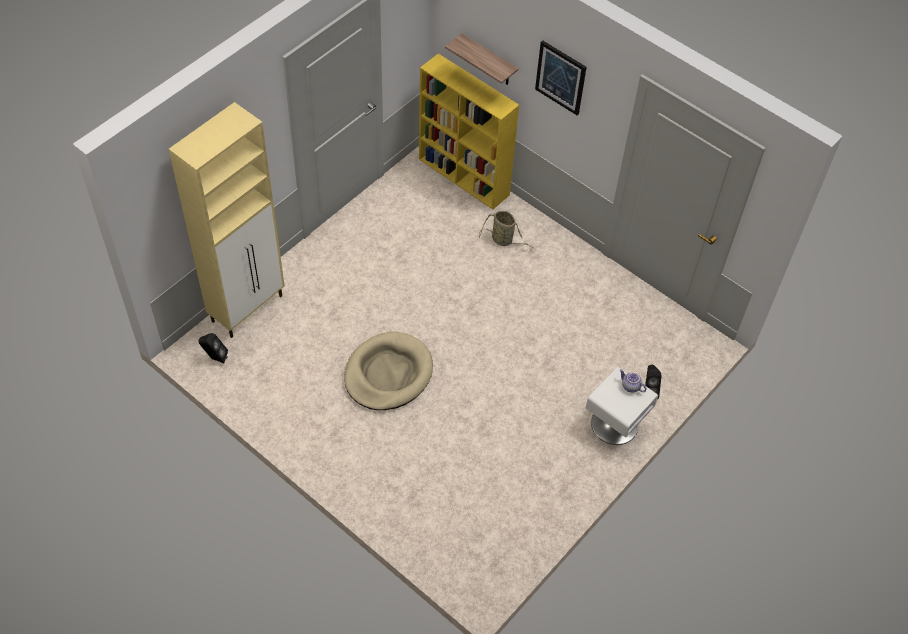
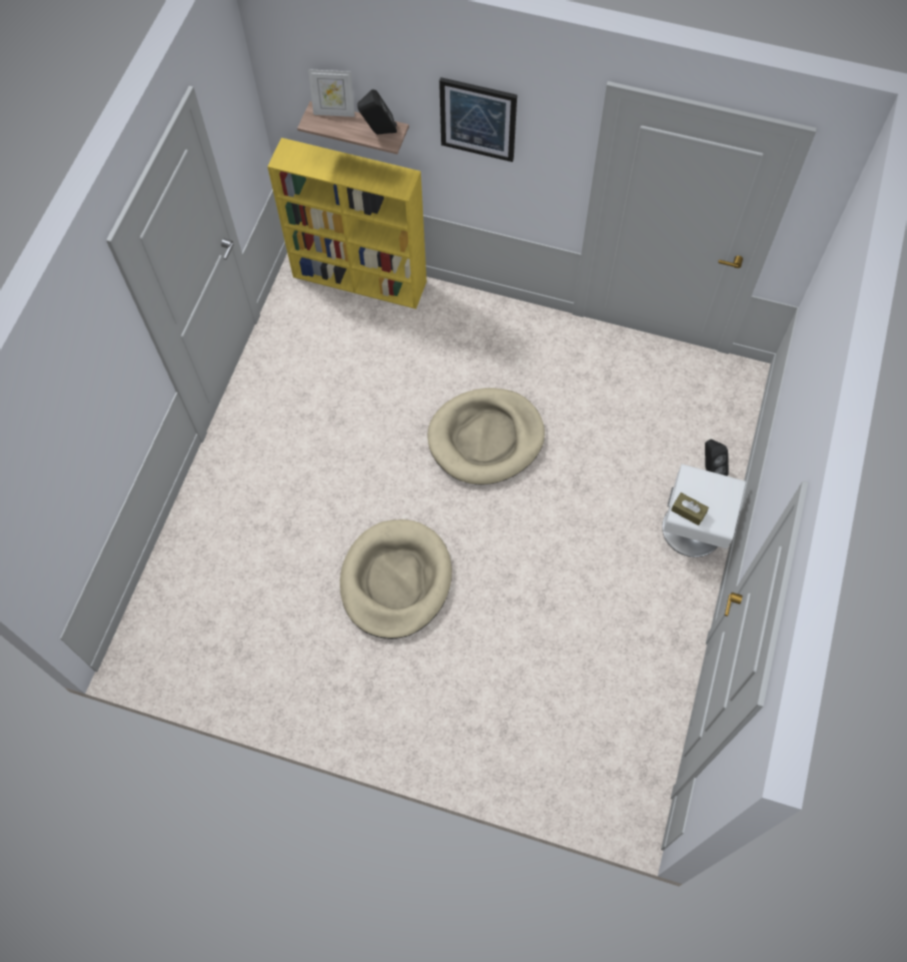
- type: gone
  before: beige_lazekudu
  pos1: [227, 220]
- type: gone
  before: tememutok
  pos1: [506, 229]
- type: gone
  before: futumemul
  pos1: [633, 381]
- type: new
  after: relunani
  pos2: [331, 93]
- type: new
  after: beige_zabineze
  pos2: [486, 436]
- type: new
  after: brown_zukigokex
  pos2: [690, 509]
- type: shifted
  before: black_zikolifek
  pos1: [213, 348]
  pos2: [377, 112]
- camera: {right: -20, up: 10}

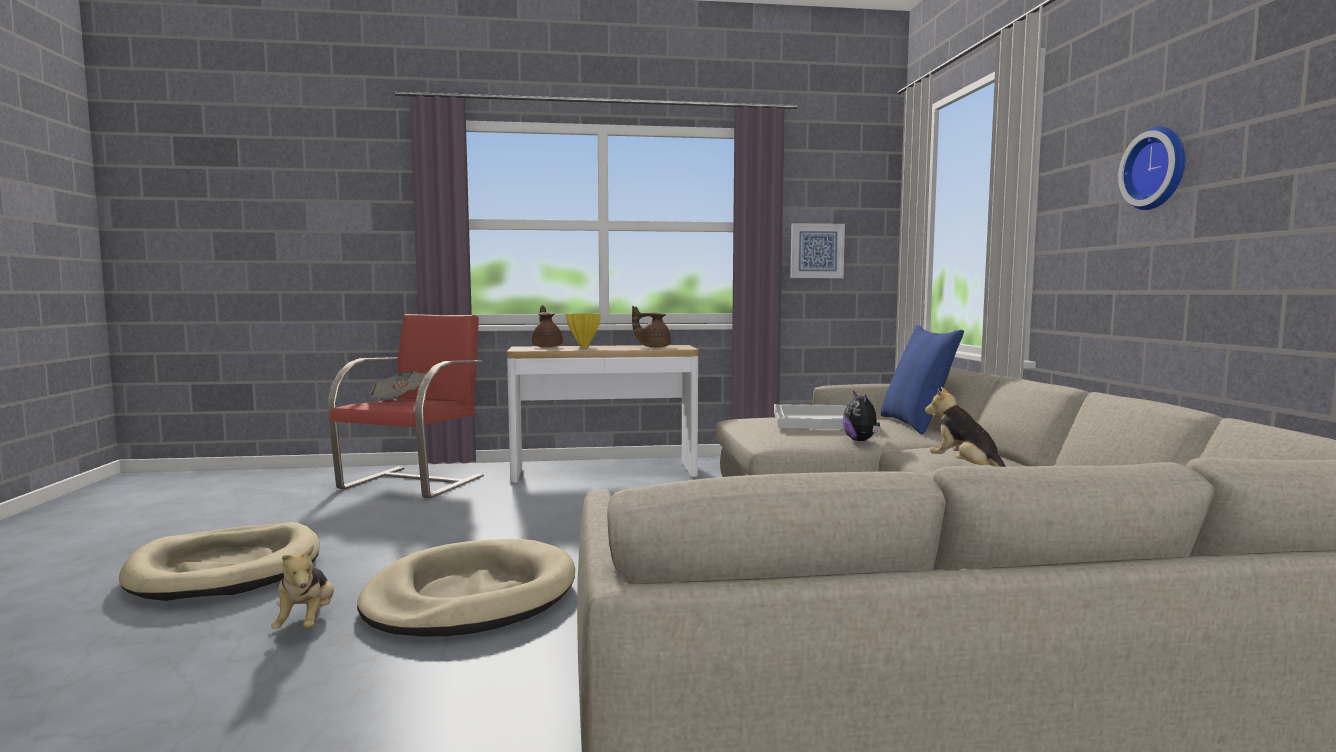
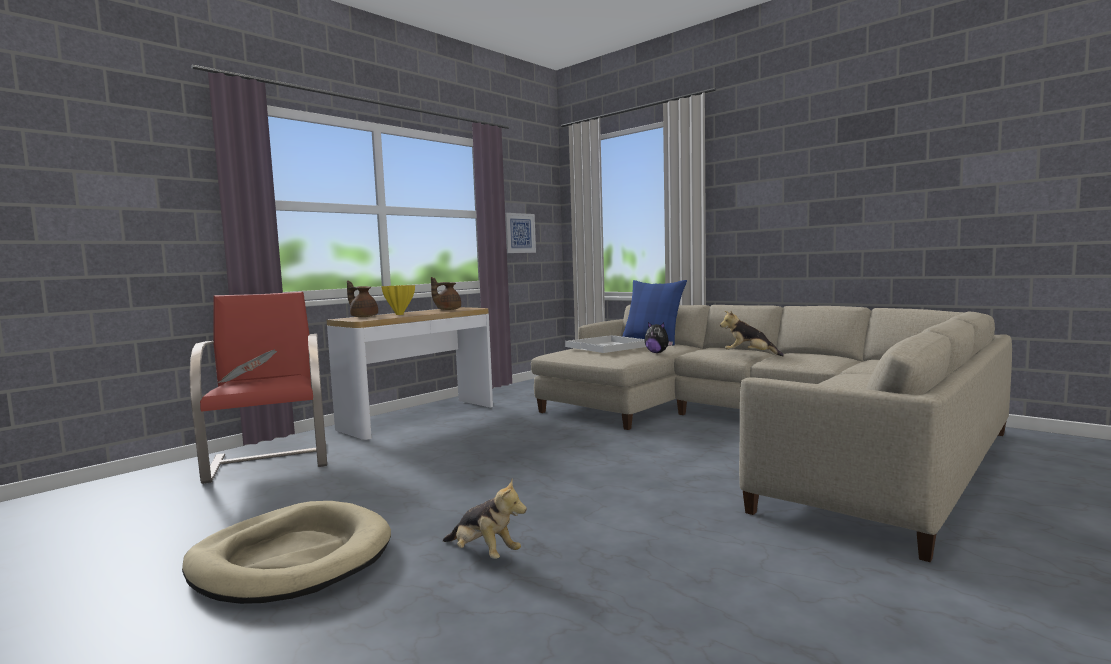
- type: gone
  before: beige_zabineze
  pos1: [466, 588]
- type: gone
  before: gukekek
  pos1: [1151, 168]
- camera: {right: -40, up: 0}

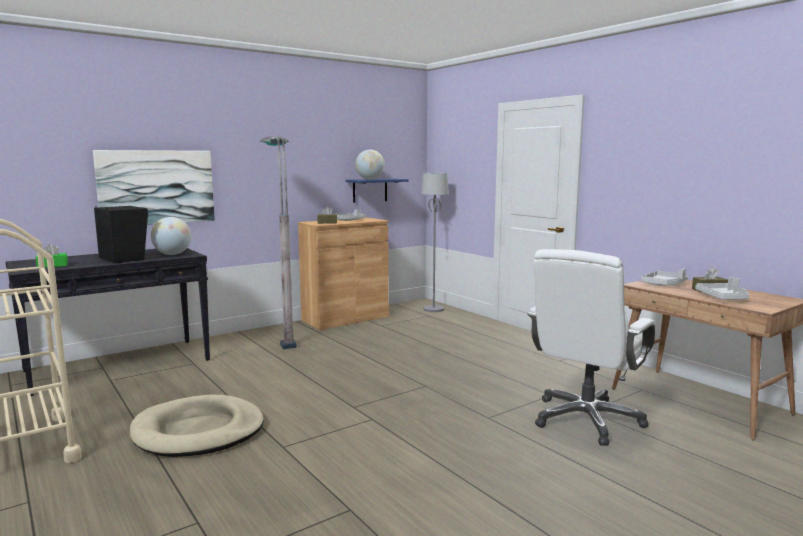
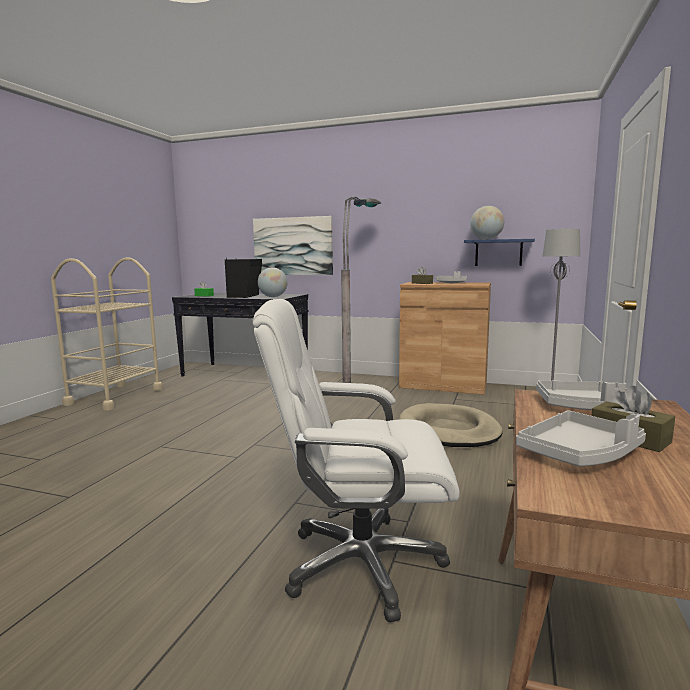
- type: shifted
  before: beige_zabineze
  pos1: [197, 425]
  pos2: [451, 425]
- camera: {right: 55, up: 0}

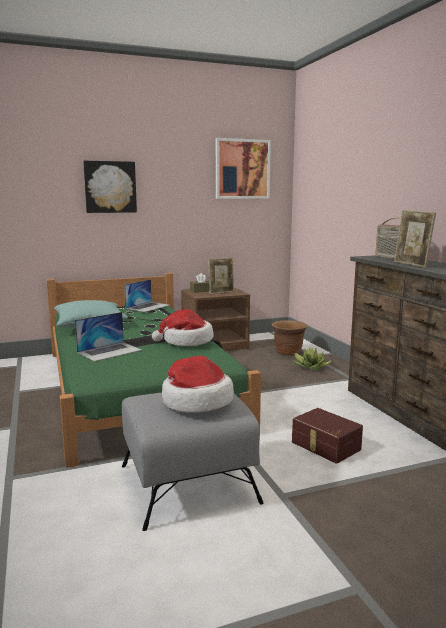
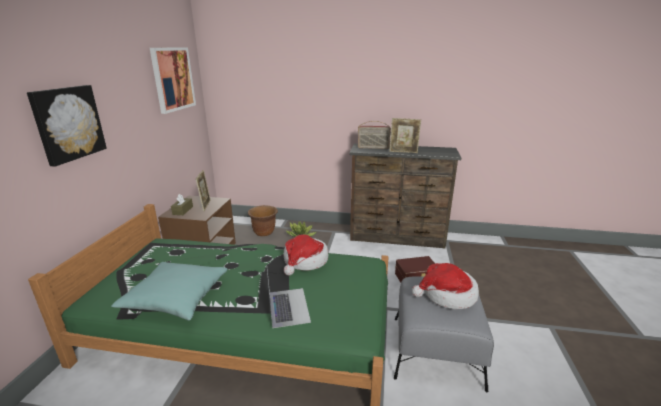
- type: gone
  before: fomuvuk
  pos1: [146, 295]
- camera: {right: -60, up: 10}

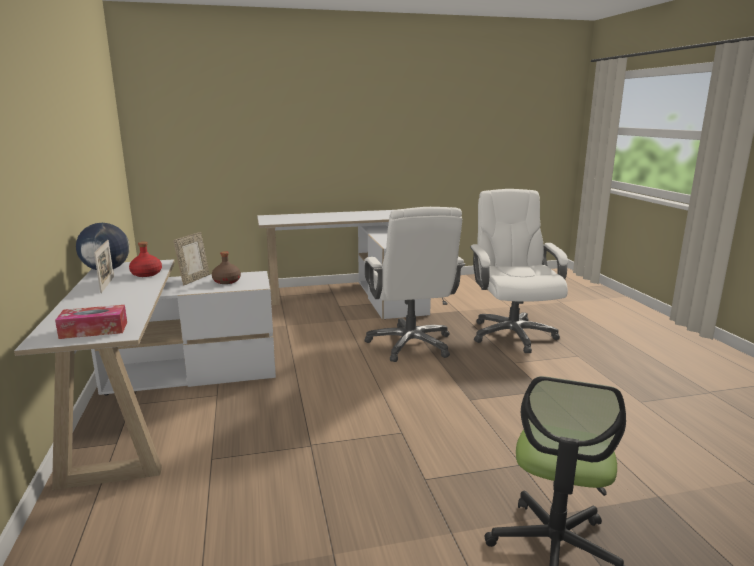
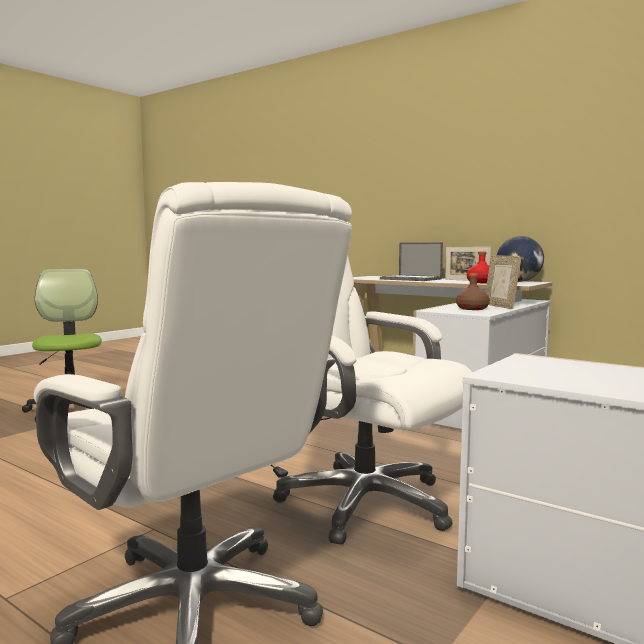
- type: gone
  before: zukigokex
  pos1: [91, 322]
- type: new
  after: fomuvuk
  pos2: [411, 261]
- camera: {right: 140, up: -10}

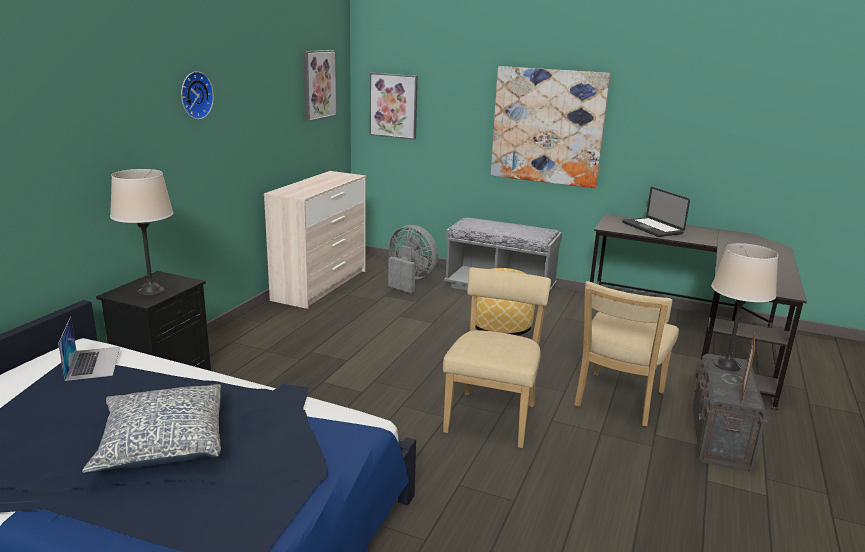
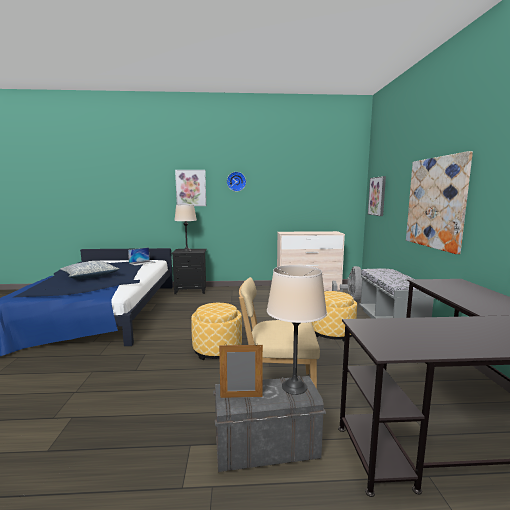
- type: gone
  before: fomuvuk
  pos1: [656, 212]
- type: shifted
  before: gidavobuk
  pos1: [320, 86]
  pos2: [190, 188]
- type: swapped
  before: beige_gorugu
  after: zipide
  pos1: [497, 358]
  pos2: [216, 331]
- camera: {right: 65, up: -10}

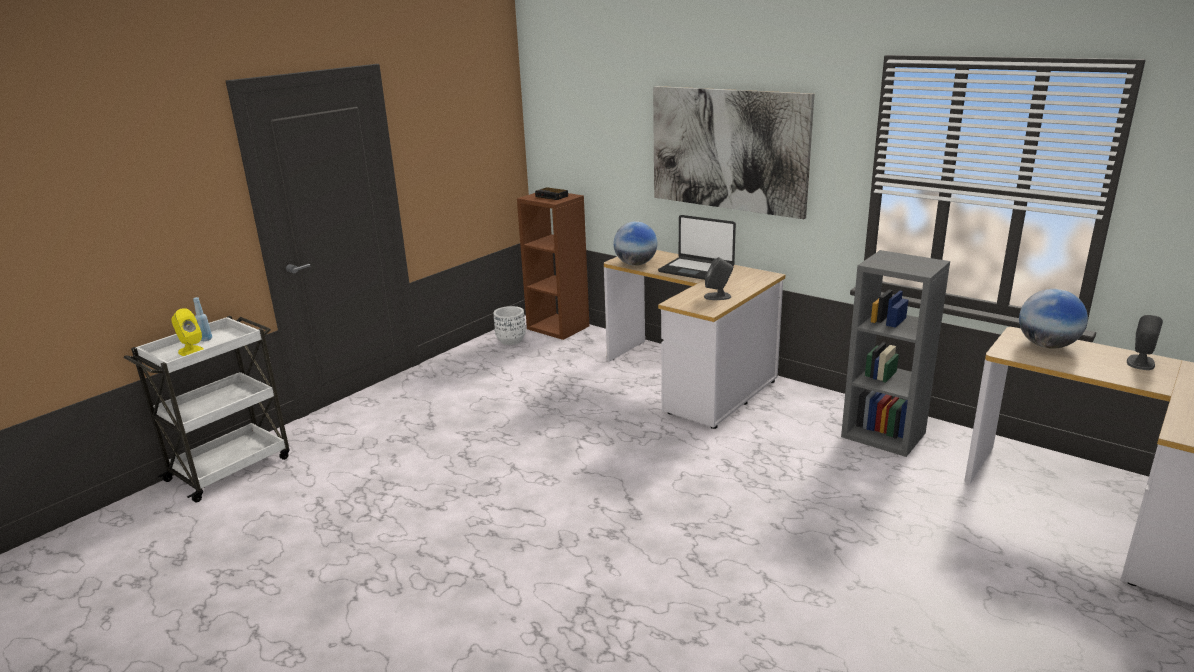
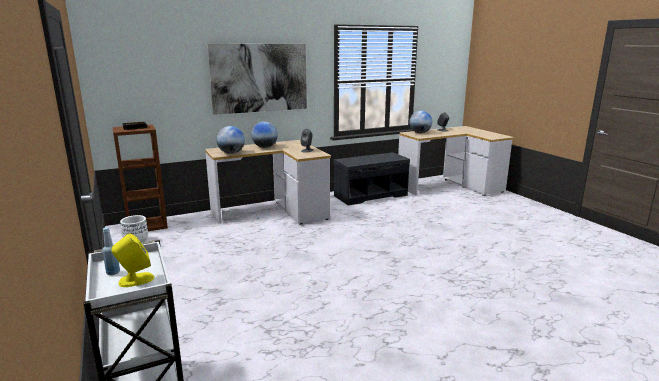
- type: swapped
  before: fomuvuk
  after: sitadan
  pos1: [697, 247]
  pos2: [264, 135]
- type: swapped
  before: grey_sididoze
  after: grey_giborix
  pos1: [895, 353]
  pos2: [372, 179]
- camera: {right: -65, up: -5}

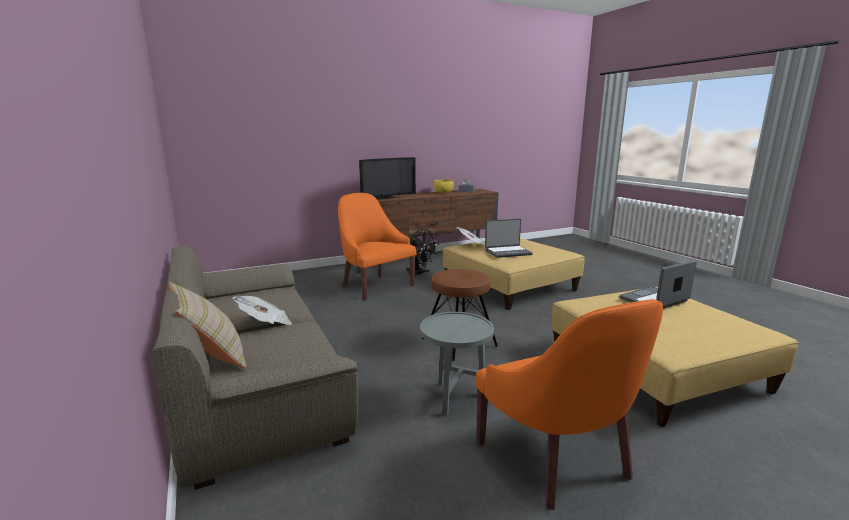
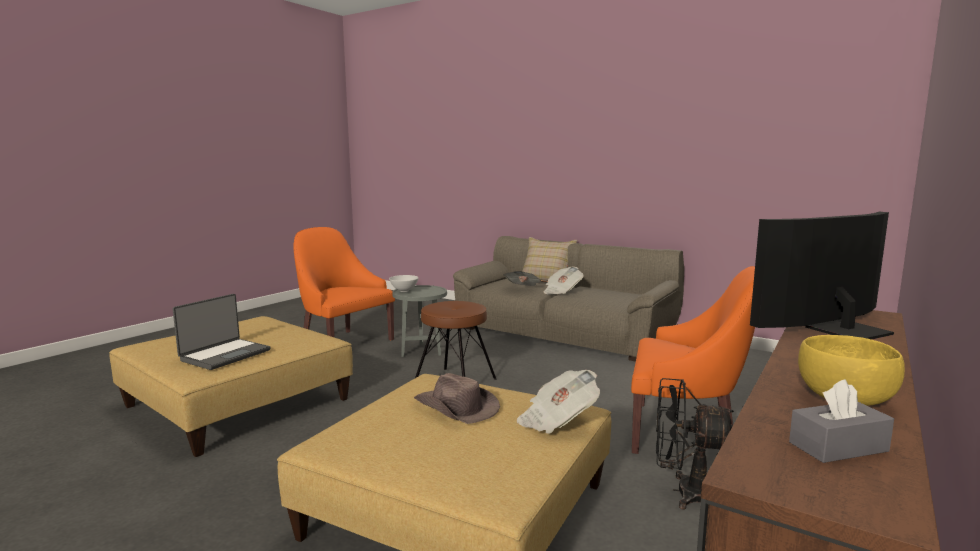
- type: new
  after: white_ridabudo
  pos2: [404, 283]
- type: new
  after: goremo
  pos2: [522, 278]
- type: swapped
  before: fomuvuk
  after: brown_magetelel
  pos1: [509, 238]
  pos2: [457, 398]
- type: rotated
  before: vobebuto
  pos1: [387, 178]
  pos2: [822, 276]
  turn: 45
- camera: {right: 150, up: -5}

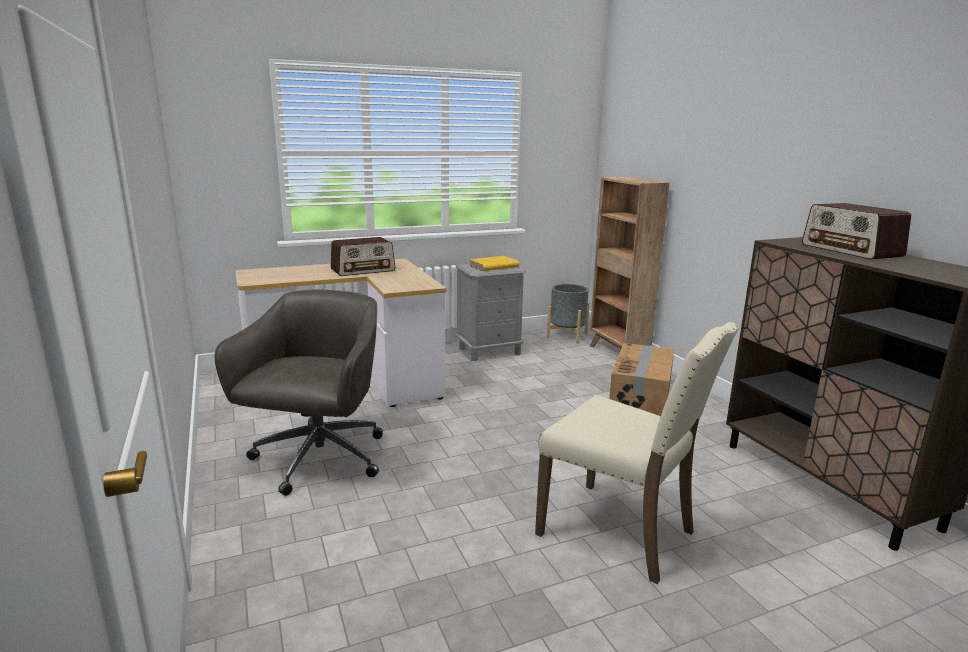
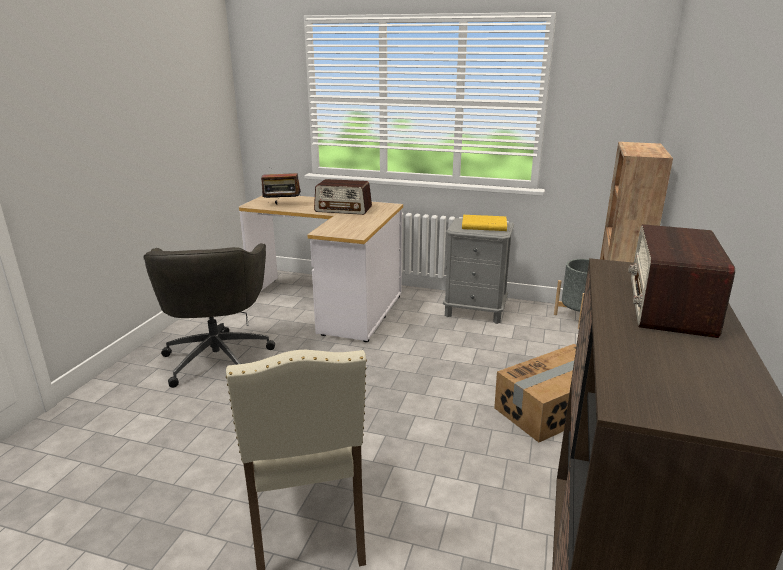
- type: new
  after: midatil
  pos2: [281, 185]
- type: rotated
  before: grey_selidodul
  pos1: [299, 393]
  pos2: [209, 315]
  turn: 120
- camera: {right: 40, up: 5}

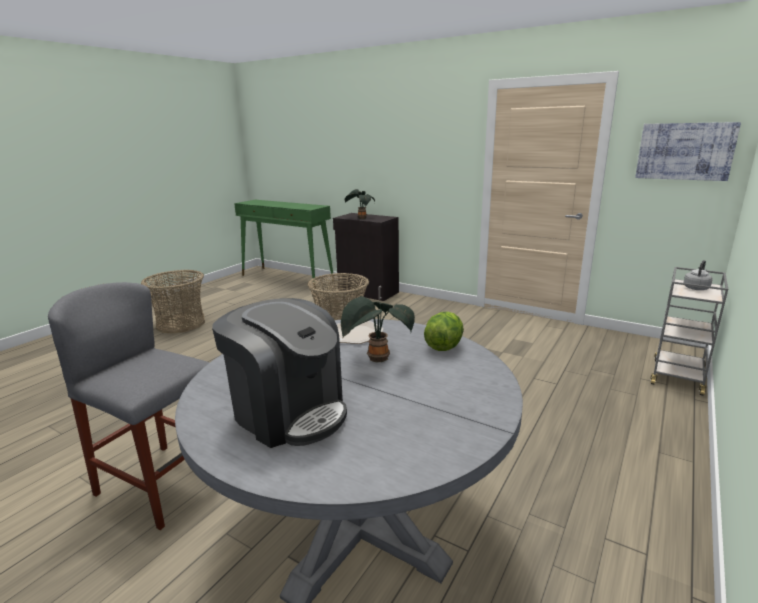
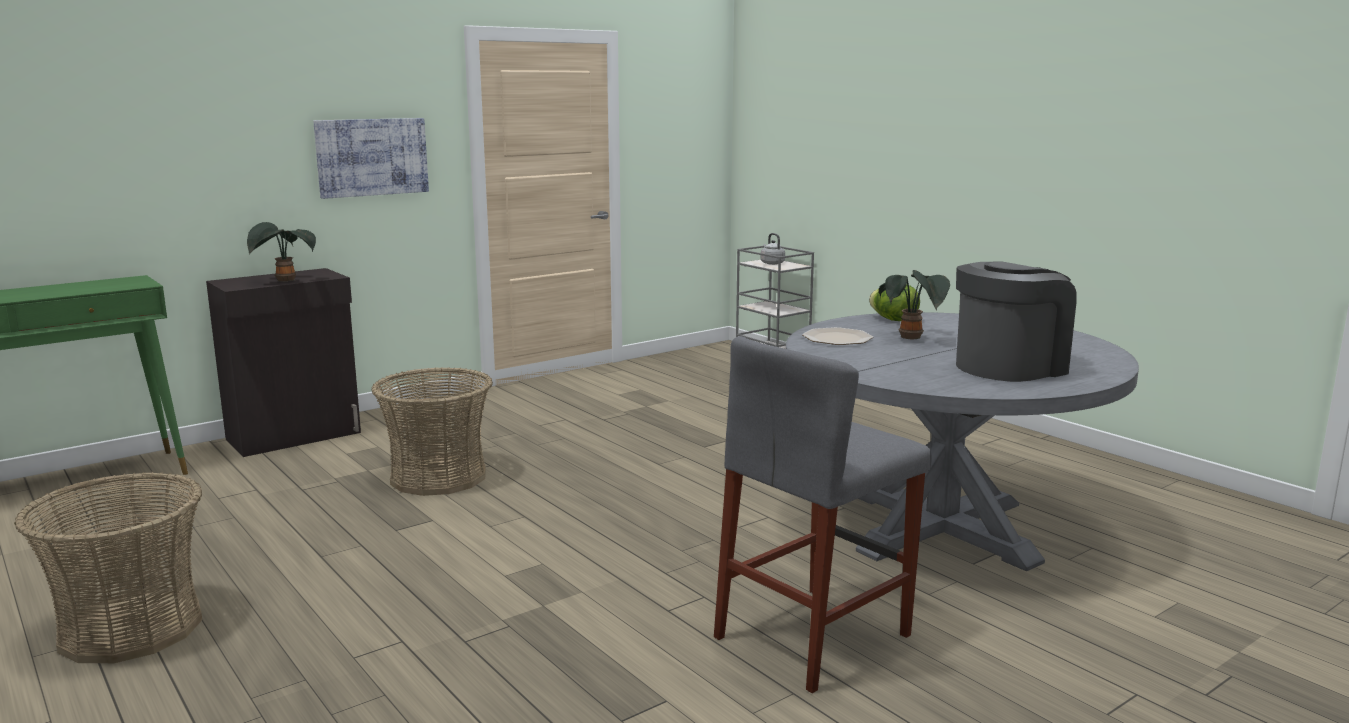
- type: shifted
  before: gidavobuk
  pos1: [688, 151]
  pos2: [371, 158]
- camera: {right: -70, up: -5}

